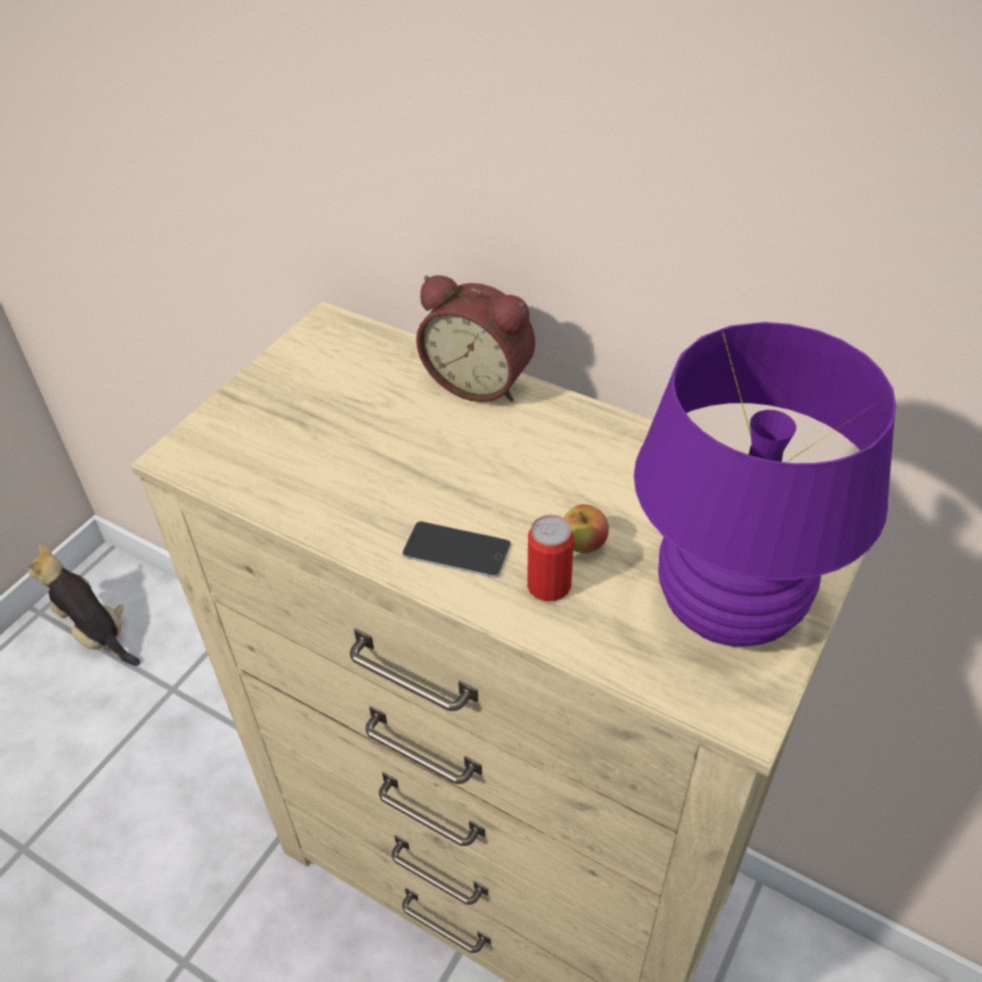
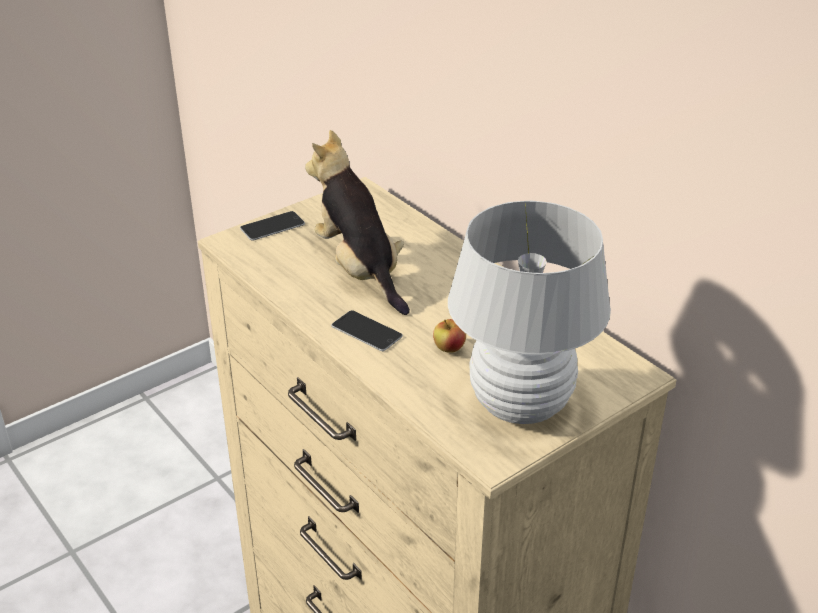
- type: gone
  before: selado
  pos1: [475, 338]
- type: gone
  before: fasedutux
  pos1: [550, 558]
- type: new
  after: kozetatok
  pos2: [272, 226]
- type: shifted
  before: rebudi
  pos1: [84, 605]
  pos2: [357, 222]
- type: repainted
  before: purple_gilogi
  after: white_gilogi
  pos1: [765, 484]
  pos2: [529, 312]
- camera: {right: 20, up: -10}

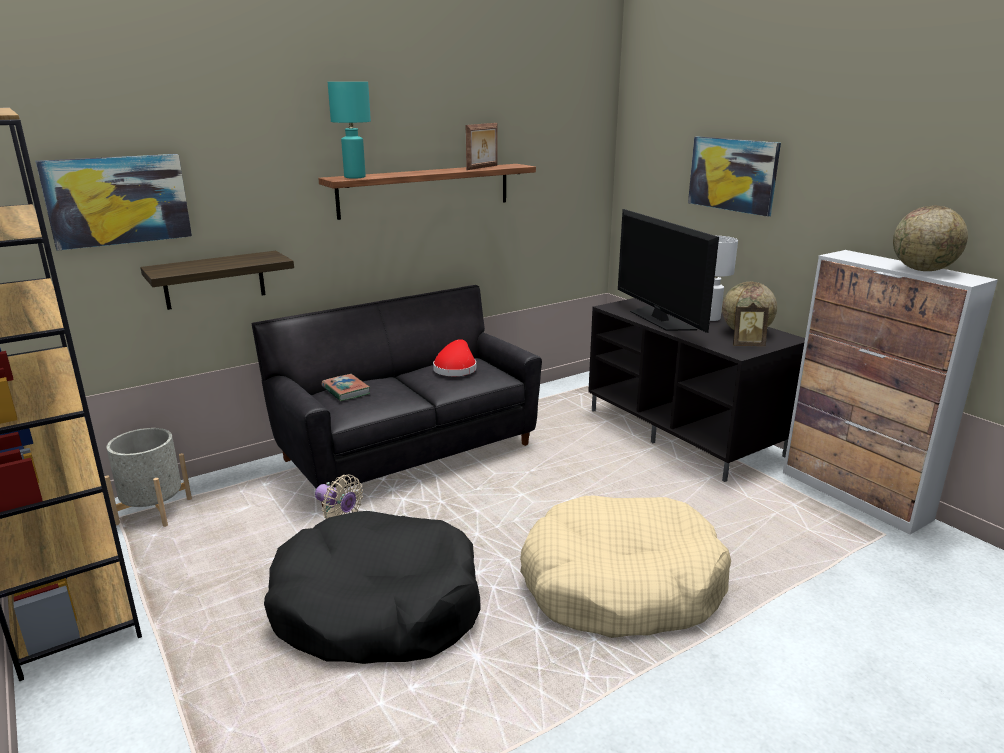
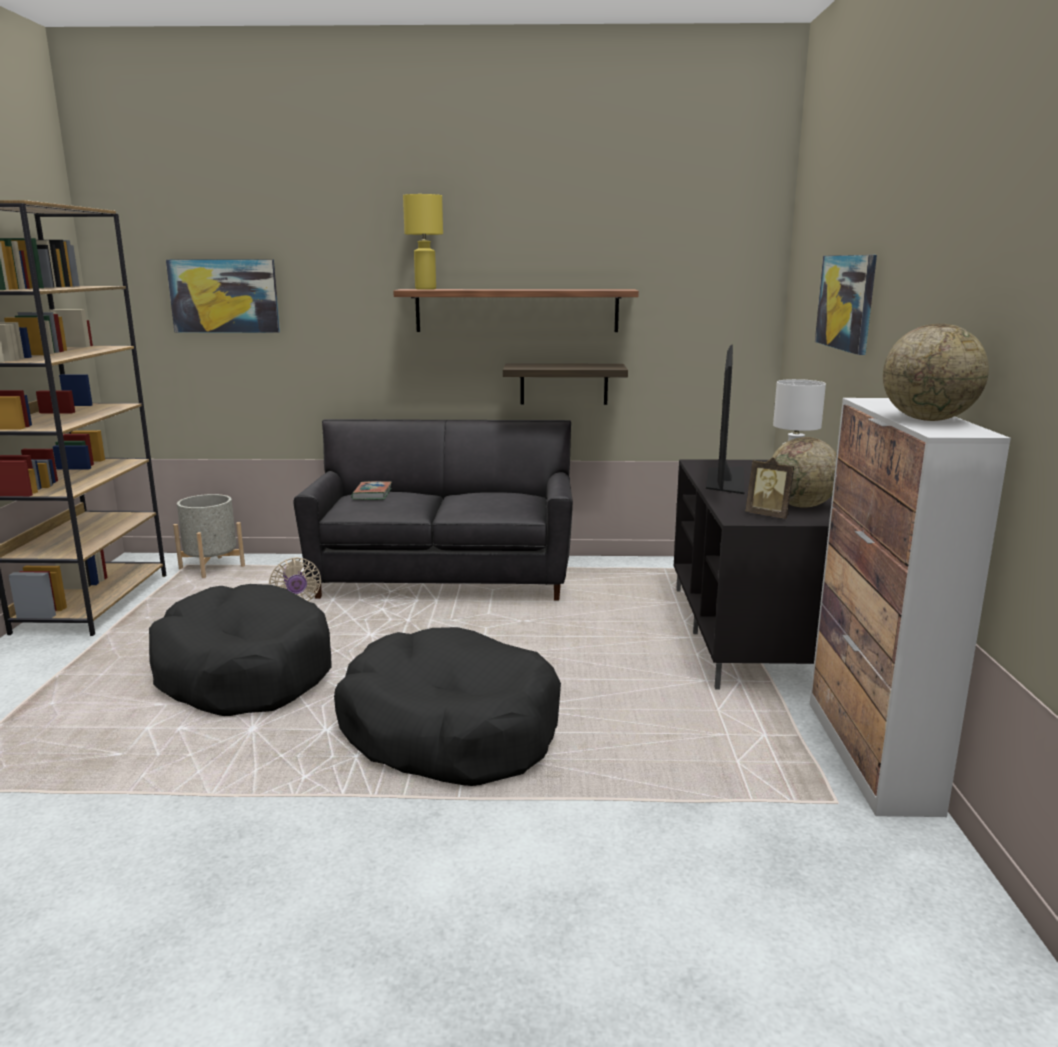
- type: gone
  before: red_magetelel
  pos1: [454, 357]
- type: gone
  before: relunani
  pos1: [481, 146]
- type: shifted
  before: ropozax
  pos1: [217, 280]
  pos2: [565, 384]
- type: repainted
  before: turquoise_gilogi
  after: yellow_gilogi
  pos1: [349, 130]
  pos2: [423, 242]
- type: repainted
  before: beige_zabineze
  after: black_zabineze
  pos1: [625, 567]
  pos2: [447, 706]
- camera: {right: 35, up: -5}

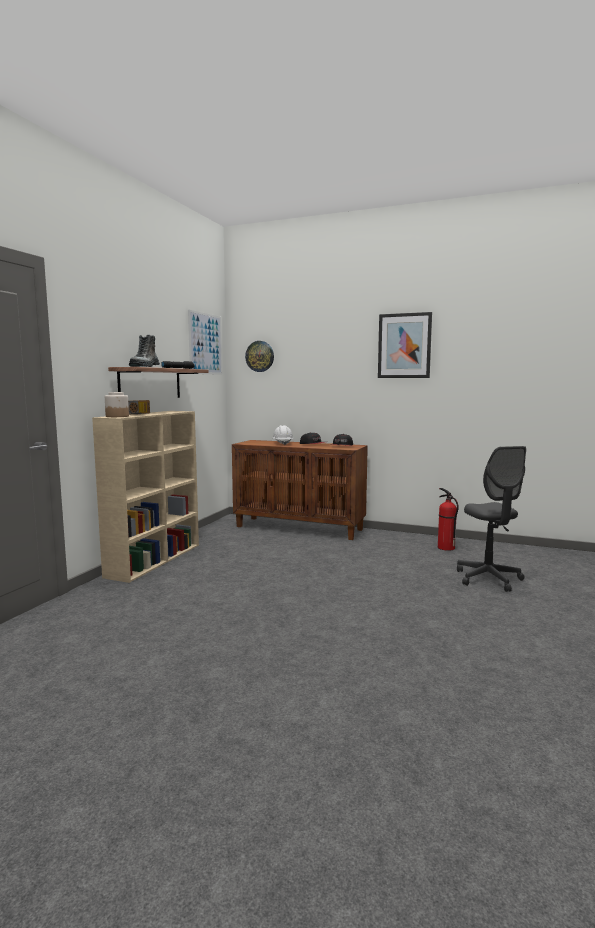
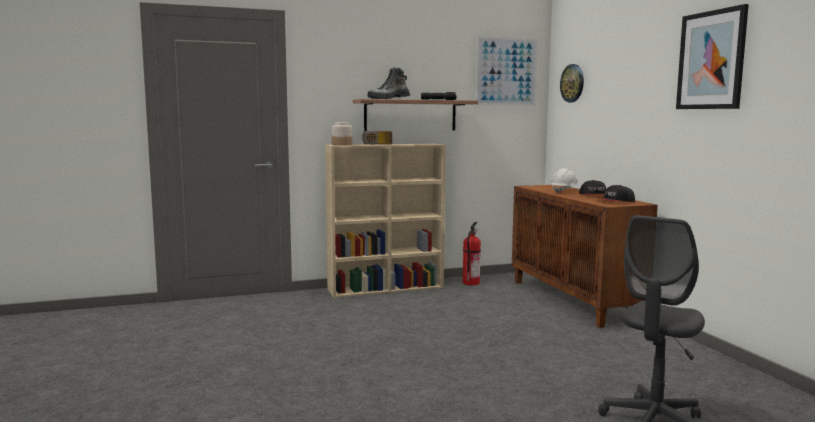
- type: shifted
  before: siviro
  pos1: [448, 519]
  pos2: [472, 253]
- camera: {right: 50, up: 0}

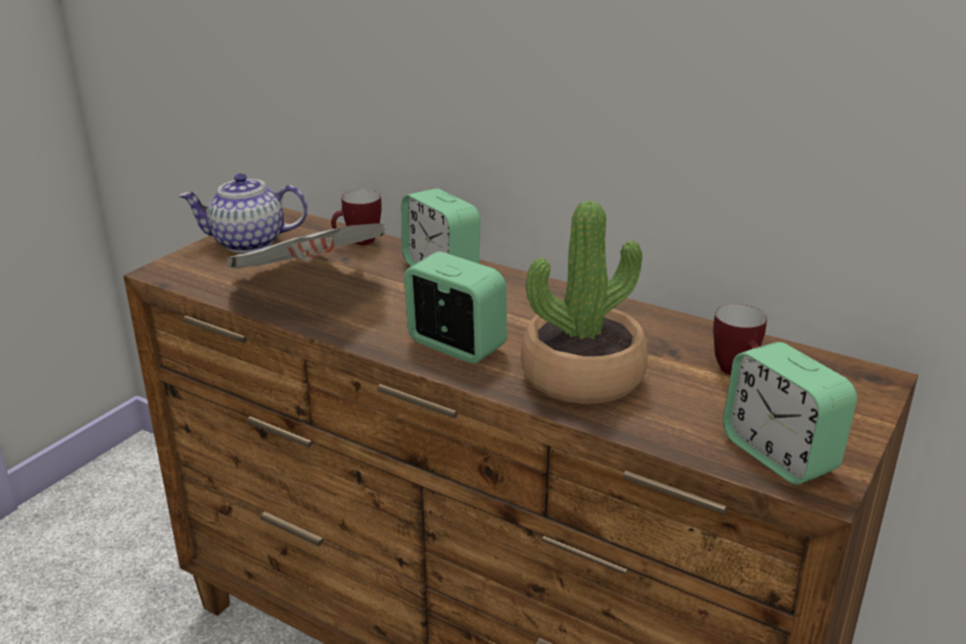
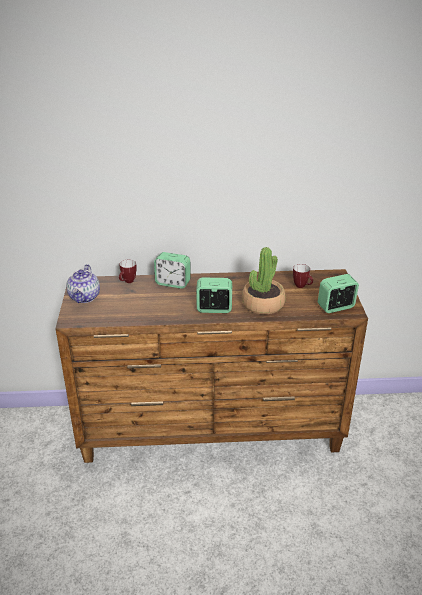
- type: gone
  before: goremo
  pos1: [306, 246]
- type: rotated
  before: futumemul
  pos1: [243, 213]
  pos2: [83, 283]
  turn: -45
- type: rotated
  before: selado
  pos1: [790, 413]
  pos2: [338, 293]
  turn: 135
- camera: {right: -35, up: 5}

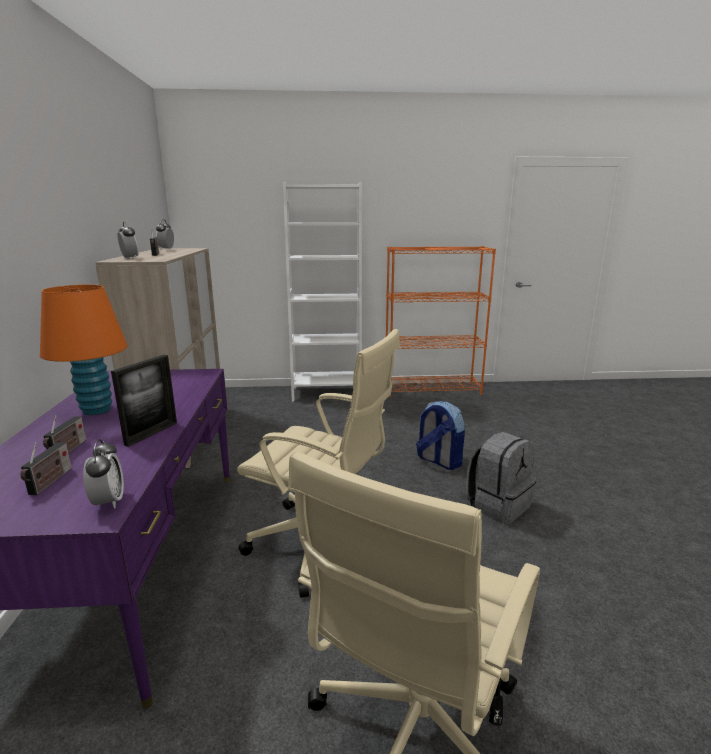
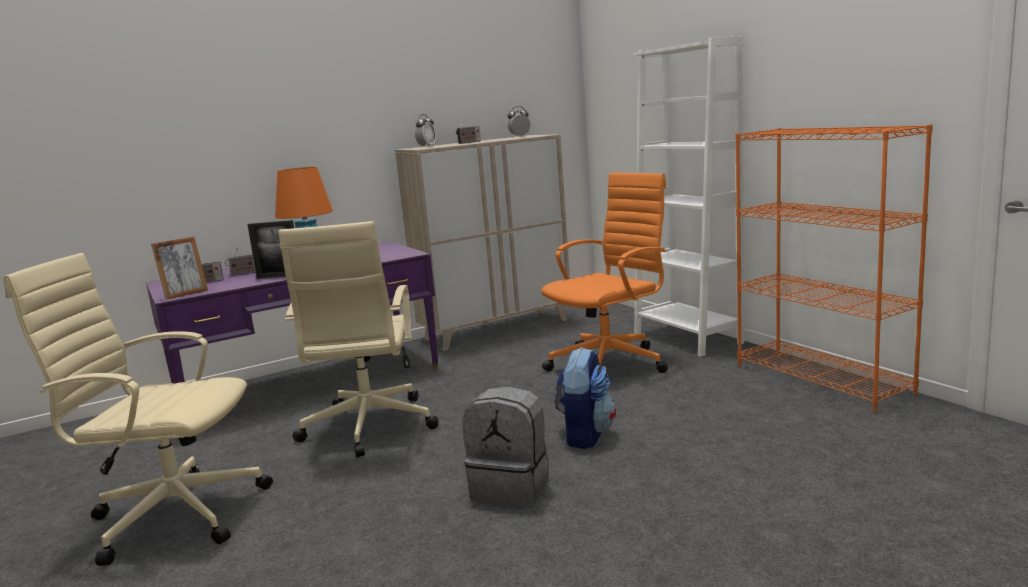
- type: new
  after: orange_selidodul
  pos2: [604, 273]
- type: swapped
  before: selado
  after: relunani
  pos1: [103, 474]
  pos2: [179, 268]
- camera: {right: 65, up: -5}

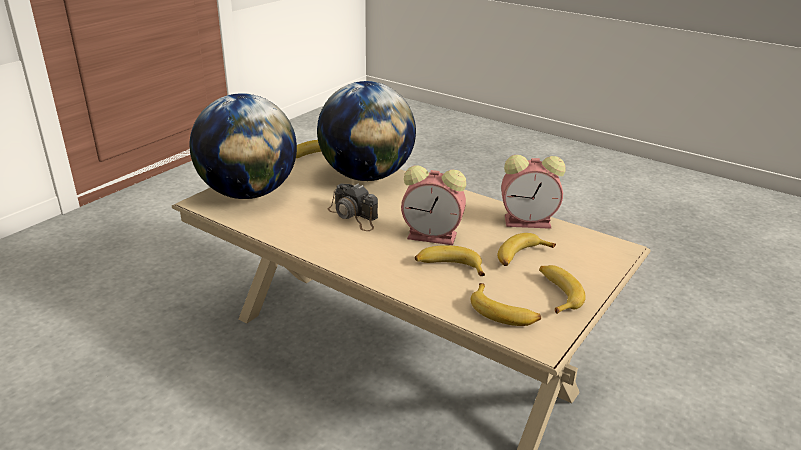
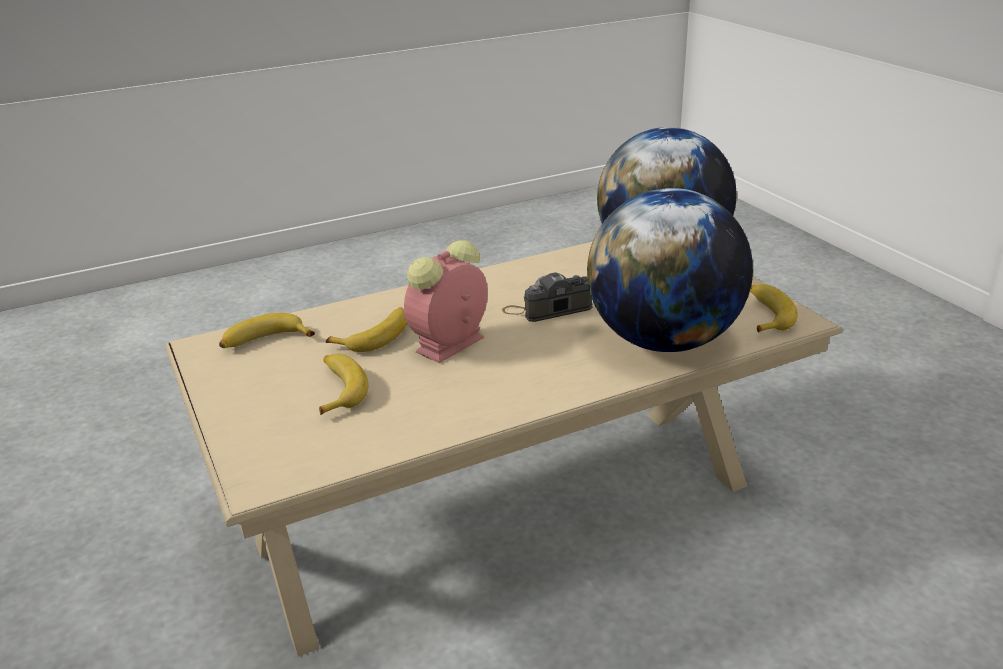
- type: gone
  before: selado
  pos1: [533, 192]
- type: gone
  before: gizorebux
  pos1: [562, 289]
- camera: {right: 120, up: 0}

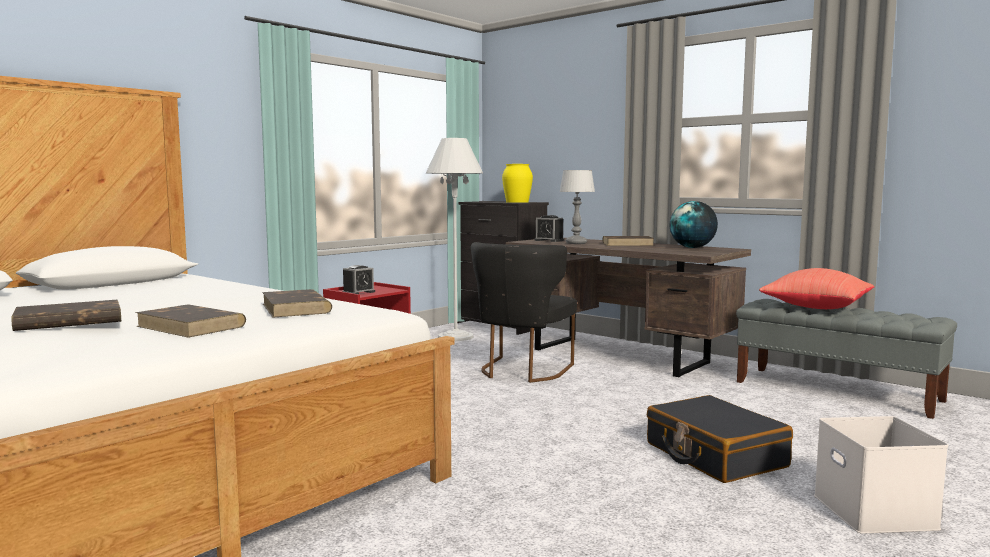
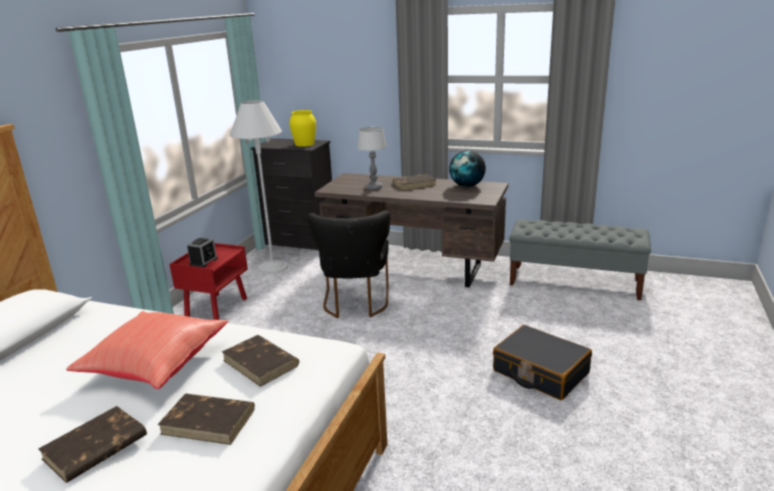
- type: gone
  before: selado
  pos1: [549, 228]
- type: gone
  before: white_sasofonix
  pos1: [881, 475]
- type: shifted
  before: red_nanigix
  pos1: [817, 288]
  pos2: [147, 350]
- camera: {right: -20, up: 15}

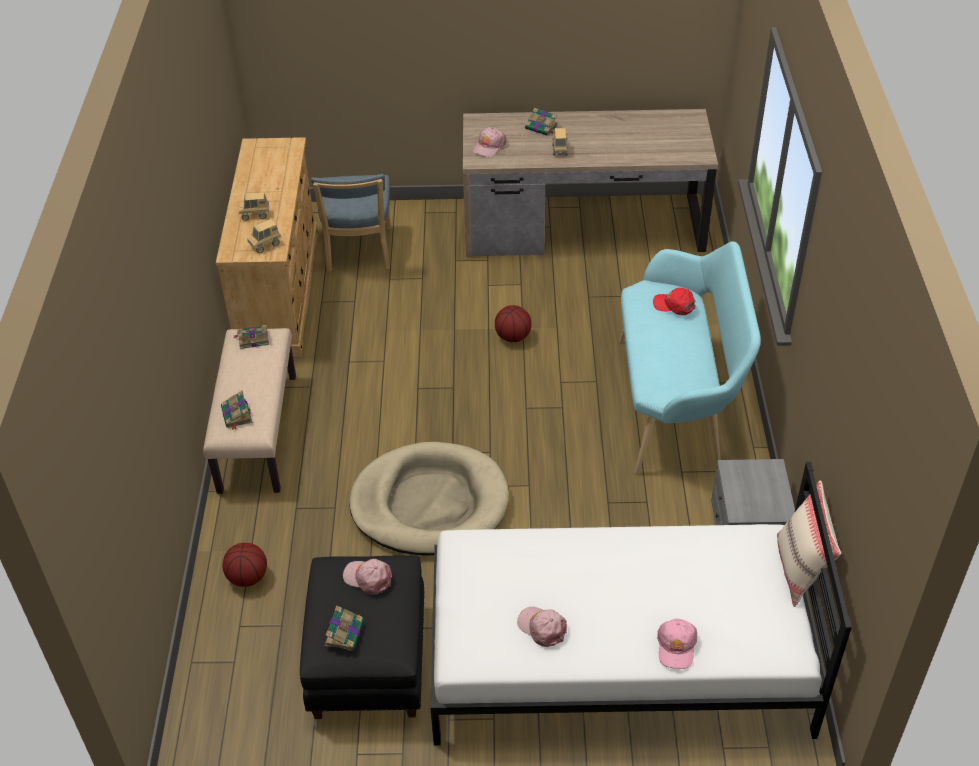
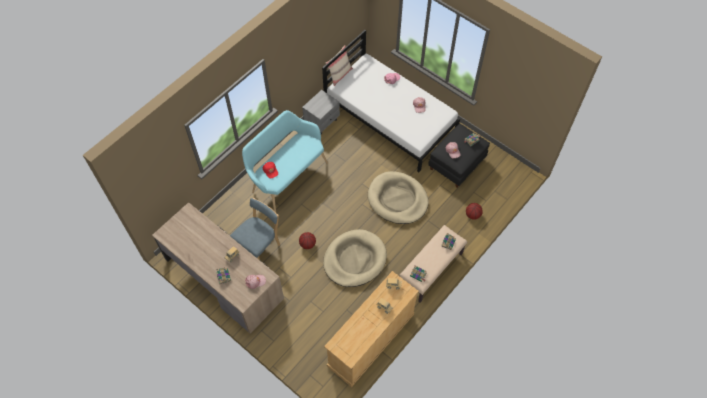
- type: new
  after: beige_zabineze
  pos2: [355, 258]
- type: shifted
  before: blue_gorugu
  pos1: [351, 223]
  pos2: [255, 229]
- camera: {right: -140, up: 15}

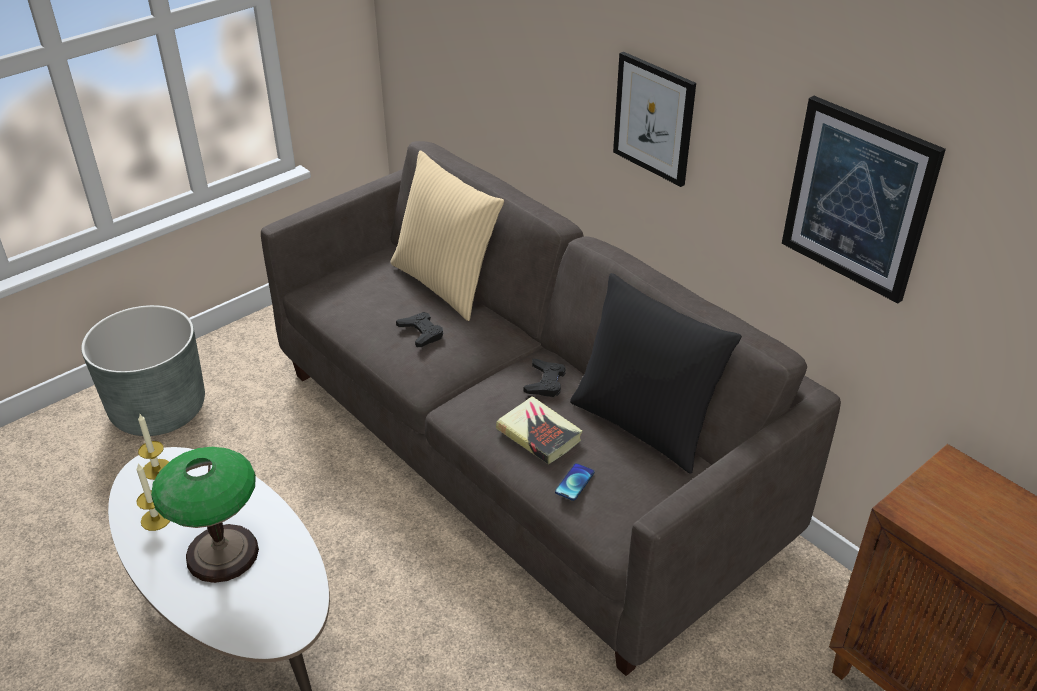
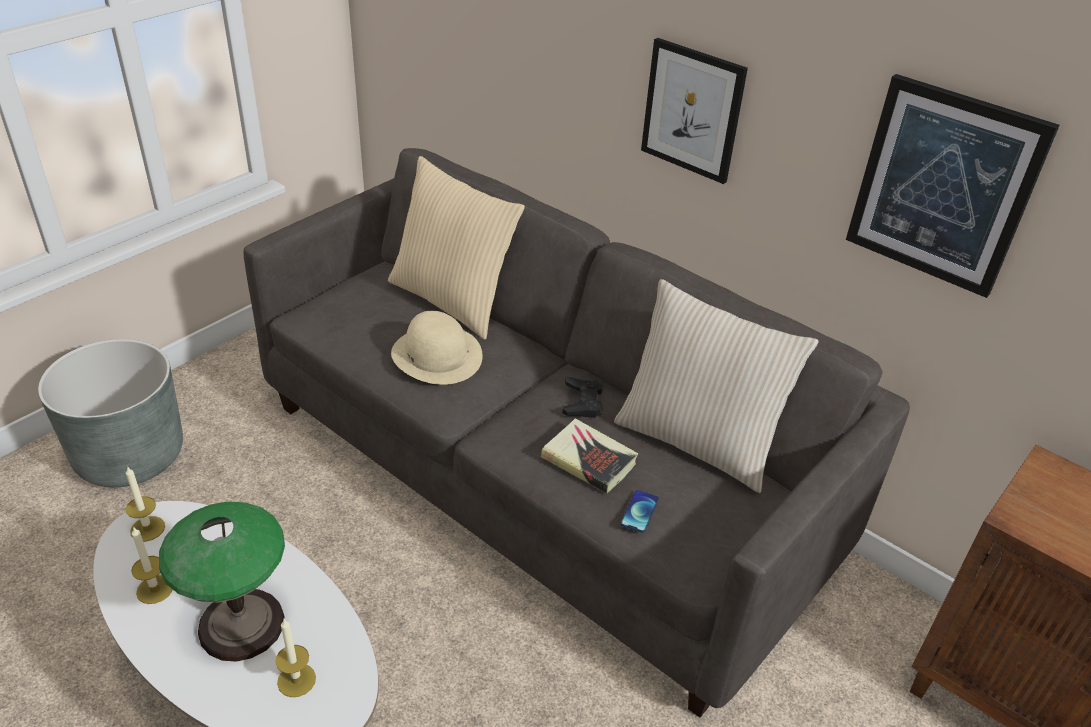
- type: new
  after: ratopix
  pos2: [295, 658]
- type: swapped
  before: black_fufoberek
  after: beige_magetelel
  pos1: [419, 329]
  pos2: [437, 348]
- type: repainted
  before: black_nanigix
  after: beige_nanigix
  pos1: [656, 373]
  pos2: [716, 386]
- camera: {right: -10, up: 0}

